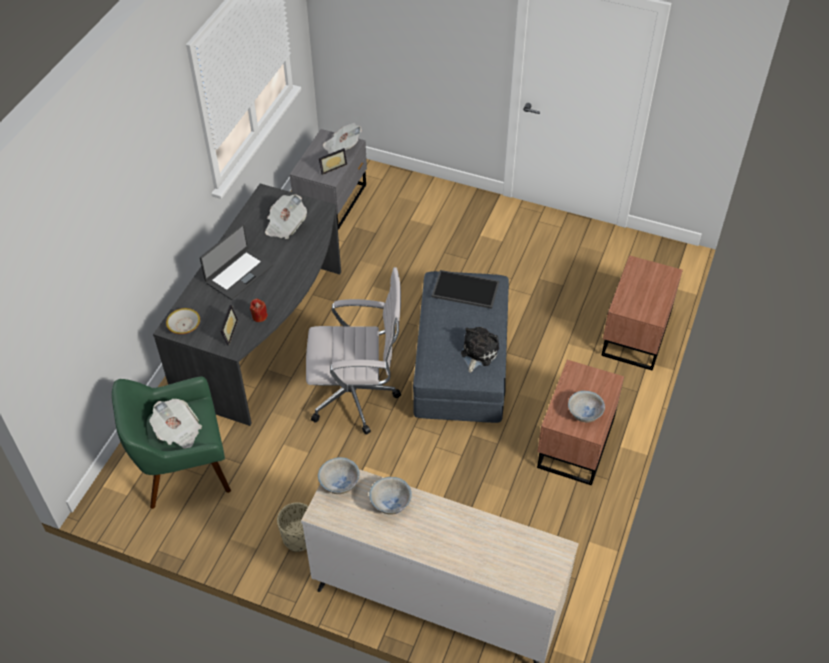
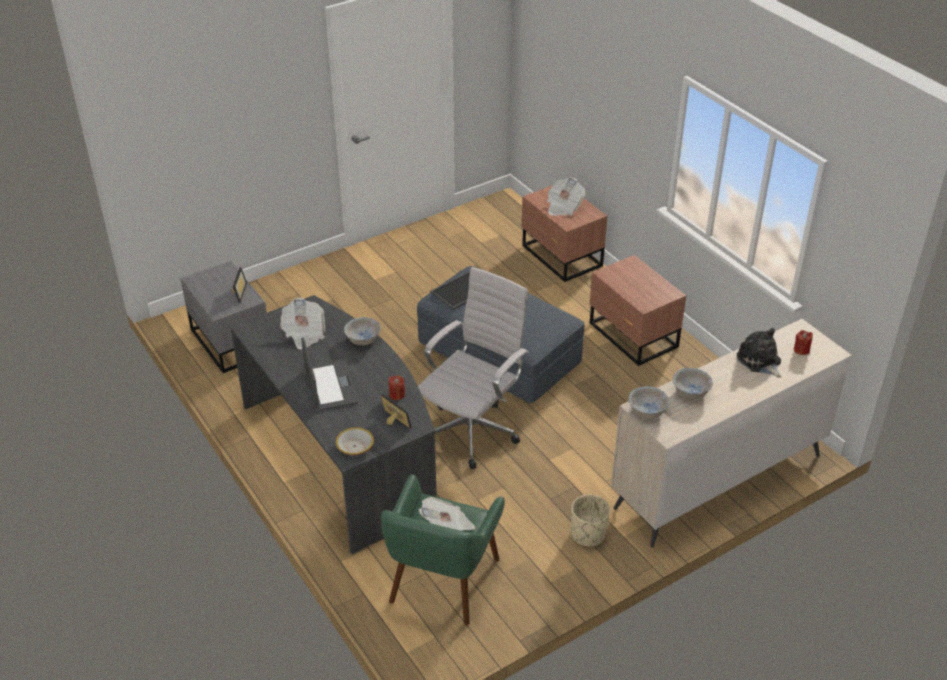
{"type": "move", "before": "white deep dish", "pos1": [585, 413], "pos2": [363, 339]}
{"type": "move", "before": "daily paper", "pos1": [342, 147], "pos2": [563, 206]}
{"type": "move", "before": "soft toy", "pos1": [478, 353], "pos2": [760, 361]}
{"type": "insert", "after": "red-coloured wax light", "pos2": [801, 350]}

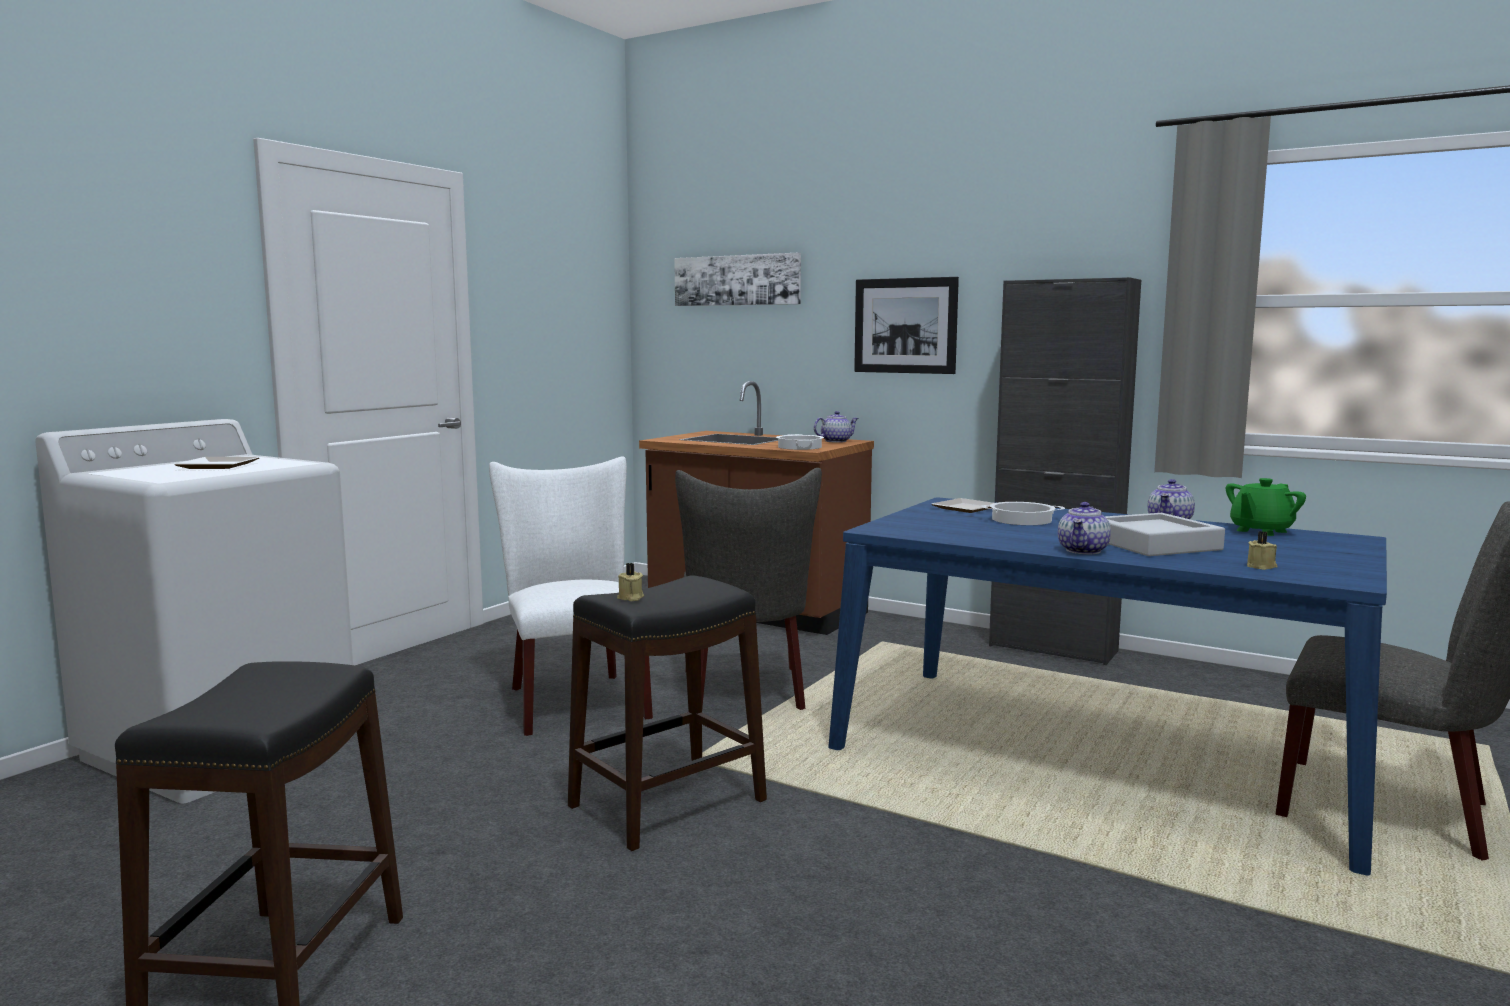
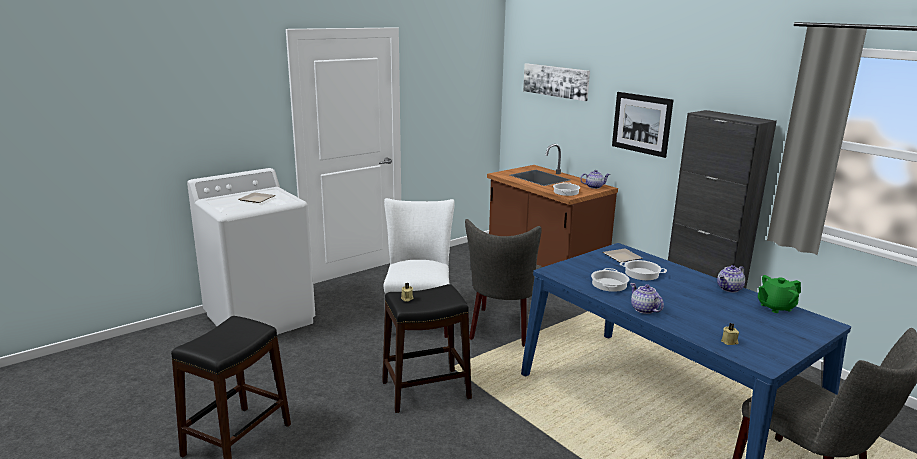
{"type": "insert", "after": "stockpot", "pos2": [609, 284]}
{"type": "rotate", "before": "pot for tea", "pos1": [1083, 551], "pos2": [643, 309], "turn": 105}
{"type": "delete", "before": "gray carrying tray", "pos1": [1154, 544]}

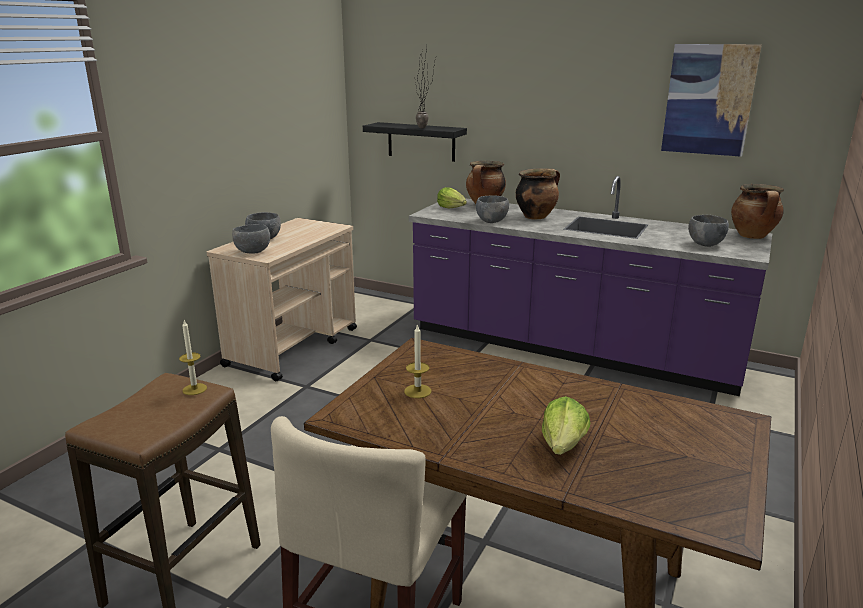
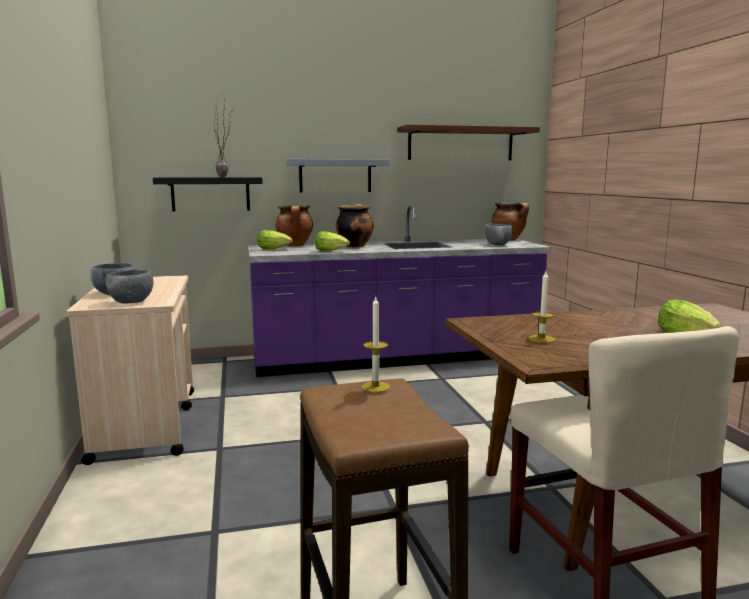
{"type": "insert", "after": "gray bracket shelf", "pos2": [335, 176]}
{"type": "replace", "before": "gray deep dish", "after": "lettuce head", "pos1": [492, 221], "pos2": [331, 251]}
{"type": "replace", "before": "wall picture", "after": "brown bracket shelf", "pos1": [709, 100], "pos2": [461, 144]}

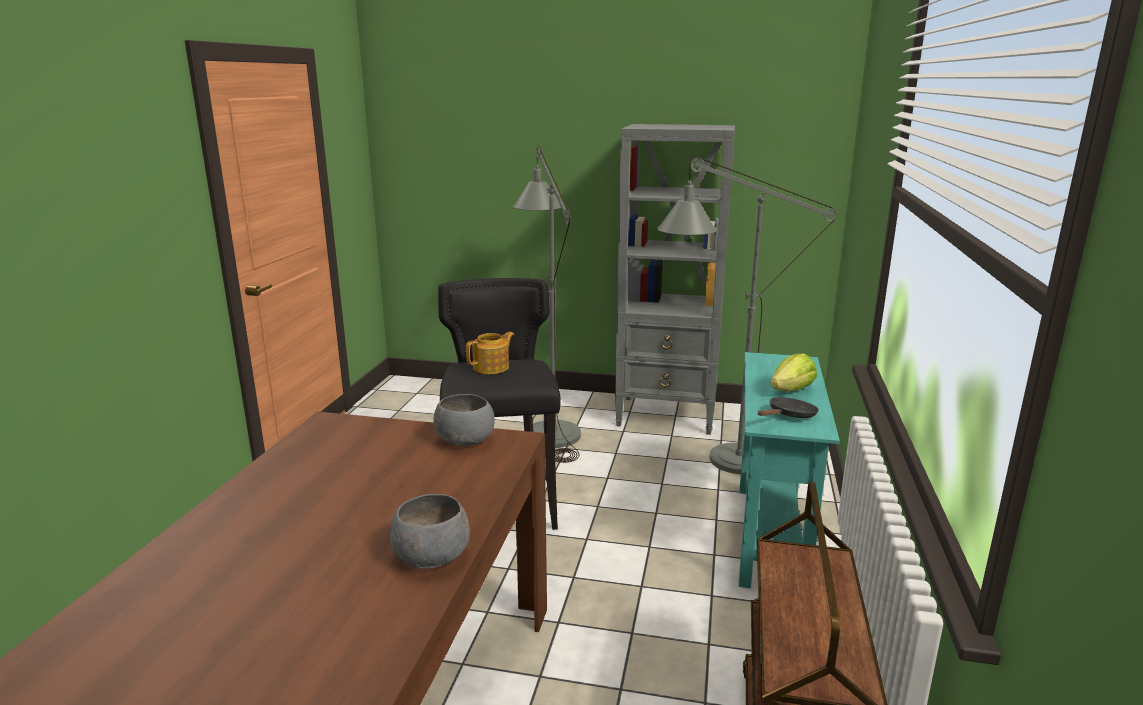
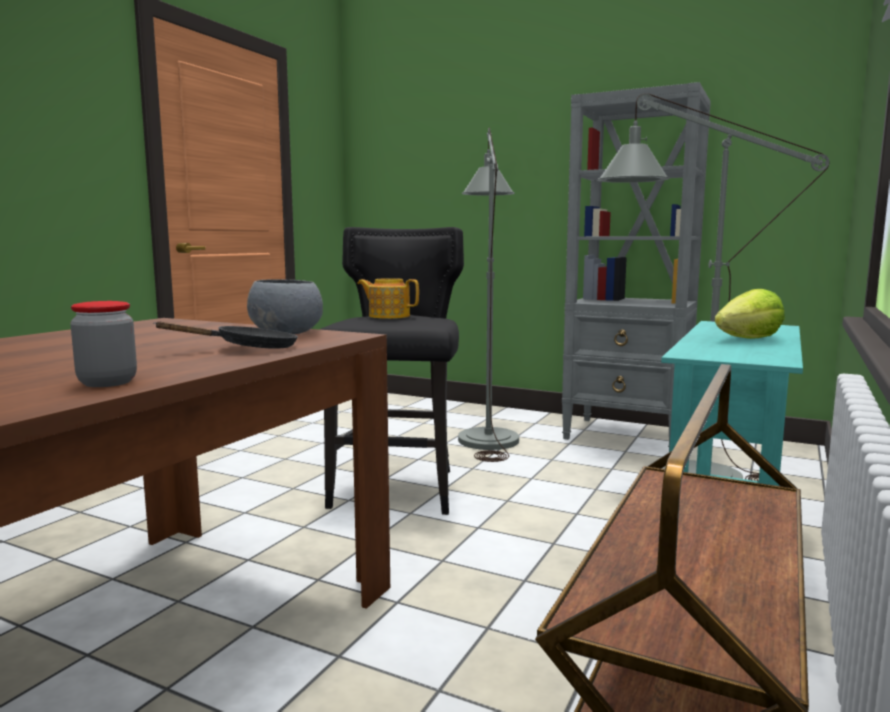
{"type": "replace", "before": "gray deep dish", "after": "storage jar", "pos1": [431, 556], "pos2": [107, 382]}
{"type": "move", "before": "black-coloured frying pan", "pos1": [789, 416], "pos2": [249, 348]}
{"type": "rotate", "before": "pot for tea", "pos1": [492, 367], "pos2": [388, 316], "turn": -135}

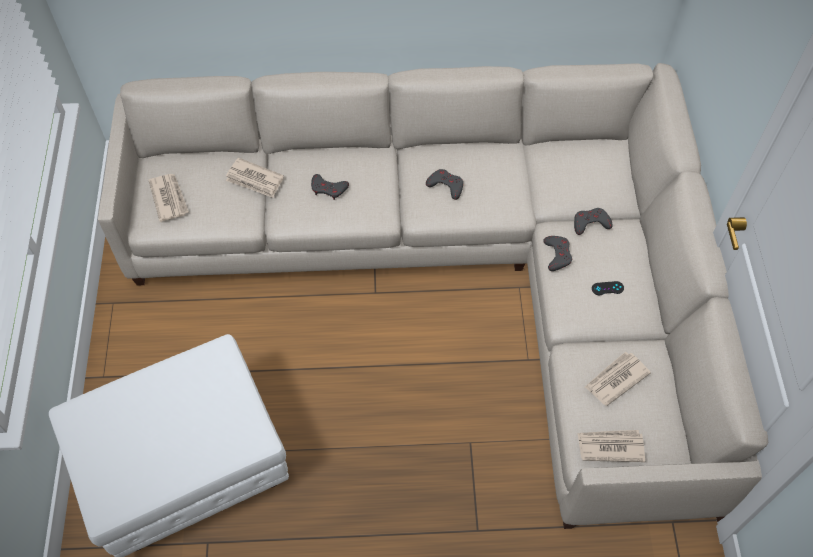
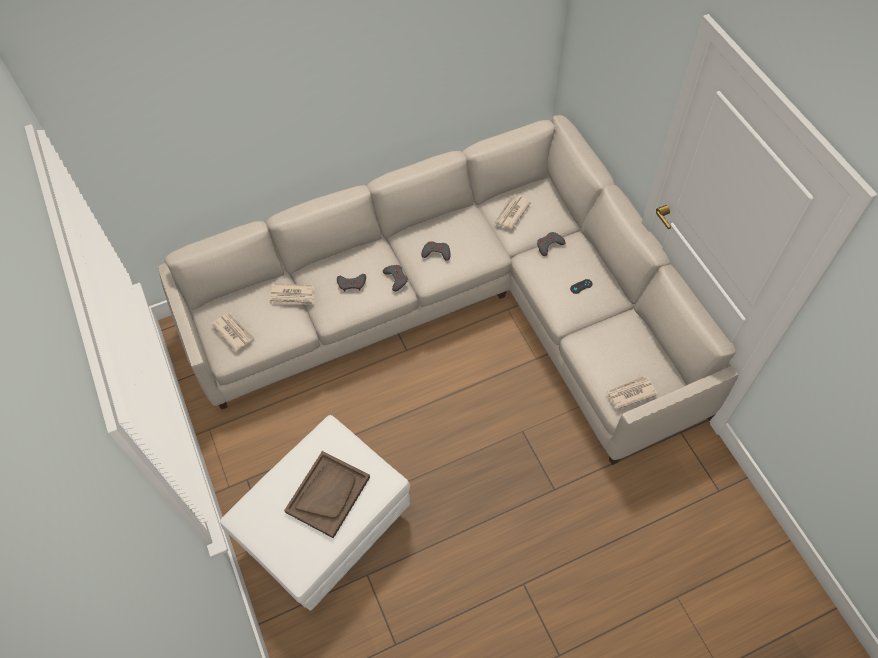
{"type": "insert", "after": "brown carrying tray", "pos2": [328, 494]}
{"type": "move", "before": "gray joypad", "pos1": [557, 255], "pos2": [396, 278]}
{"type": "move", "before": "daily paper", "pos1": [615, 379], "pos2": [511, 213]}

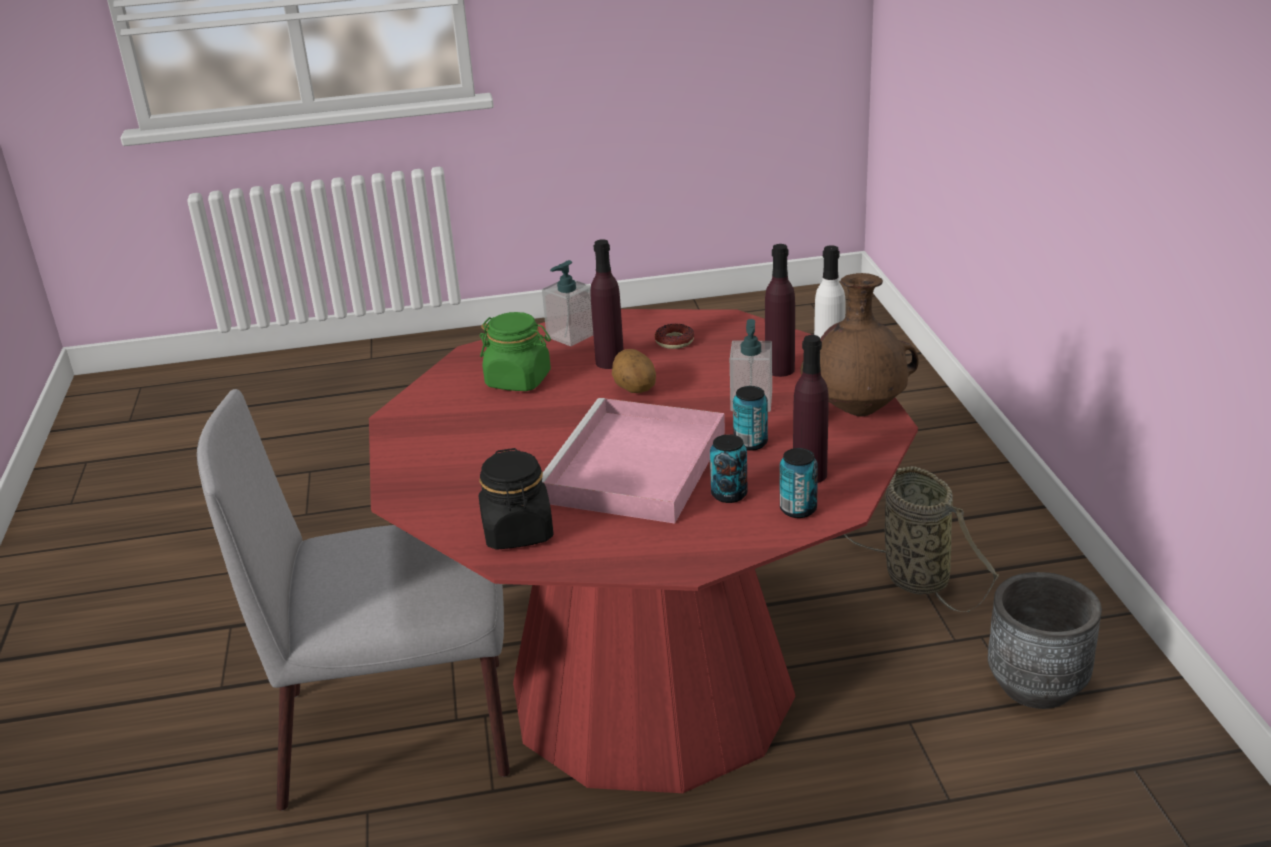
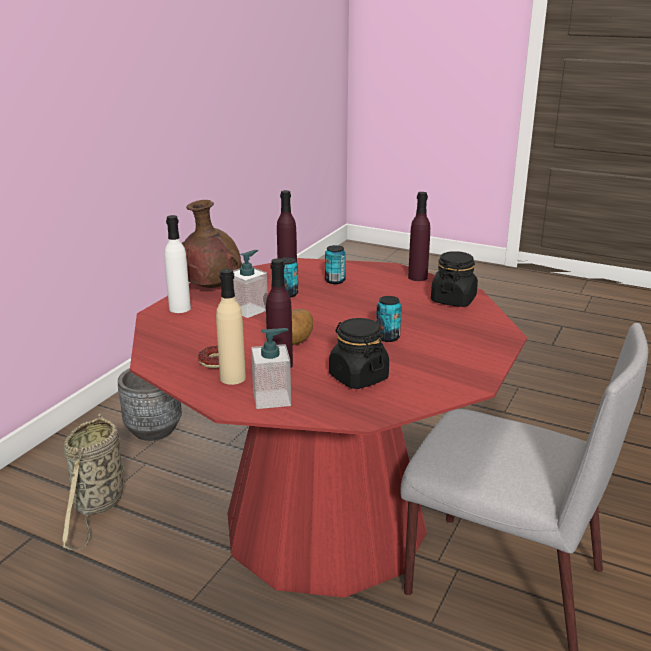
{"type": "insert", "after": "beige bottle", "pos2": [232, 378]}
{"type": "recolor", "before": "greenish storage jar", "after": "black-coloured storage jar", "pos1": [519, 380], "pos2": [358, 377]}
{"type": "move", "before": "metal can", "pos1": [798, 509], "pos2": [387, 337]}
{"type": "move", "before": "purple-coloured bottle", "pos1": [779, 369], "pos2": [417, 277]}
{"type": "delete", "before": "pink carrying tray", "pos1": [635, 469]}

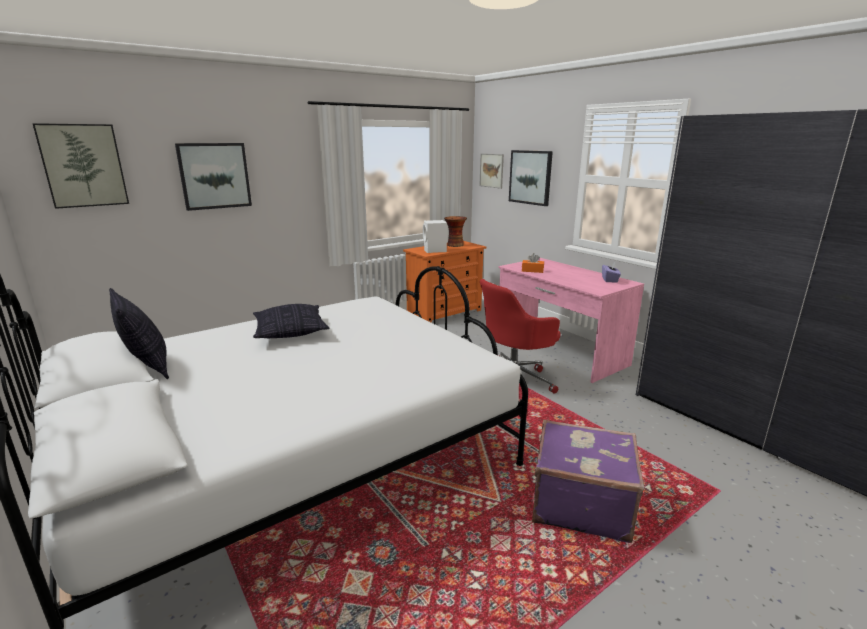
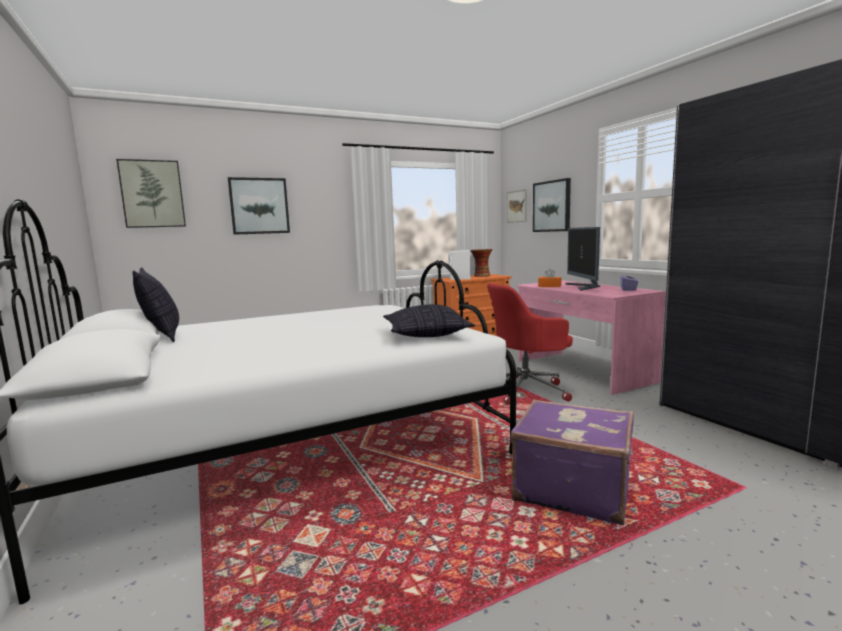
{"type": "move", "before": "pillow", "pos1": [290, 332], "pos2": [426, 335]}
{"type": "insert", "after": "computer display", "pos2": [584, 287]}

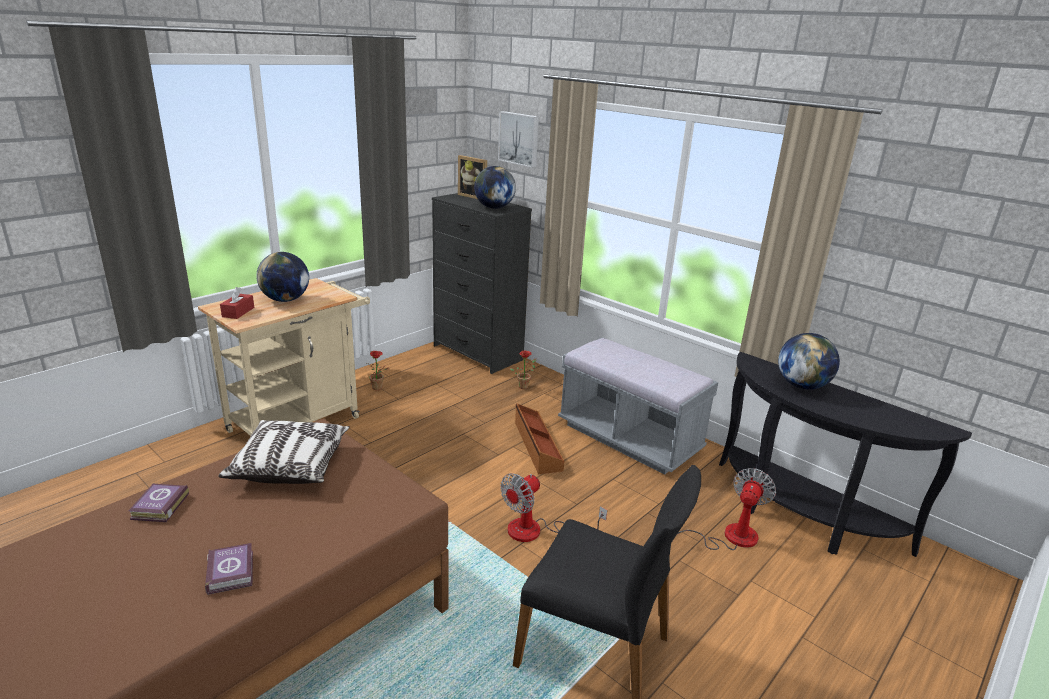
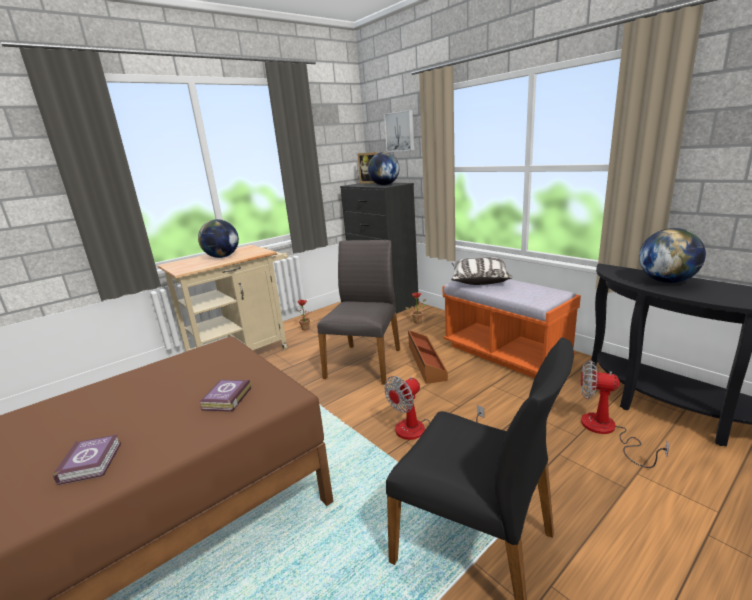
{"type": "move", "before": "volume", "pos1": [158, 507], "pos2": [225, 399]}
{"type": "insert", "after": "gray plain chair", "pos2": [365, 362]}
{"type": "recolor", "before": "gray long seat", "after": "orangey long seat", "pos1": [629, 438], "pos2": [505, 353]}
{"type": "move", "before": "pillow", "pos1": [290, 465], "pos2": [479, 280]}
{"type": "rotate", "before": "fan", "pos1": [728, 536], "pos2": [607, 431], "turn": -105}
{"type": "delete", "before": "red-coloured tissue holder", "pos1": [238, 312]}

